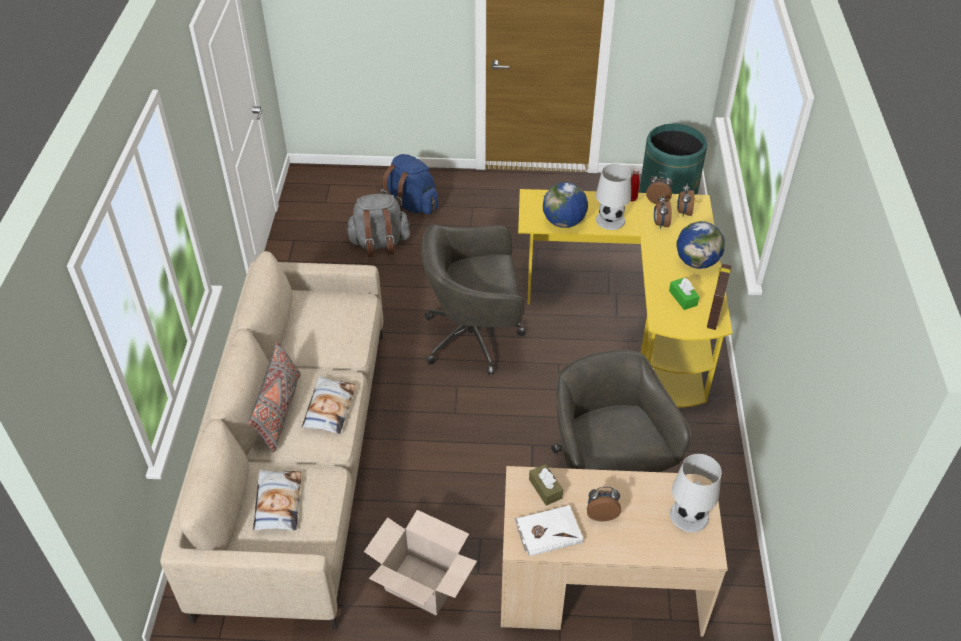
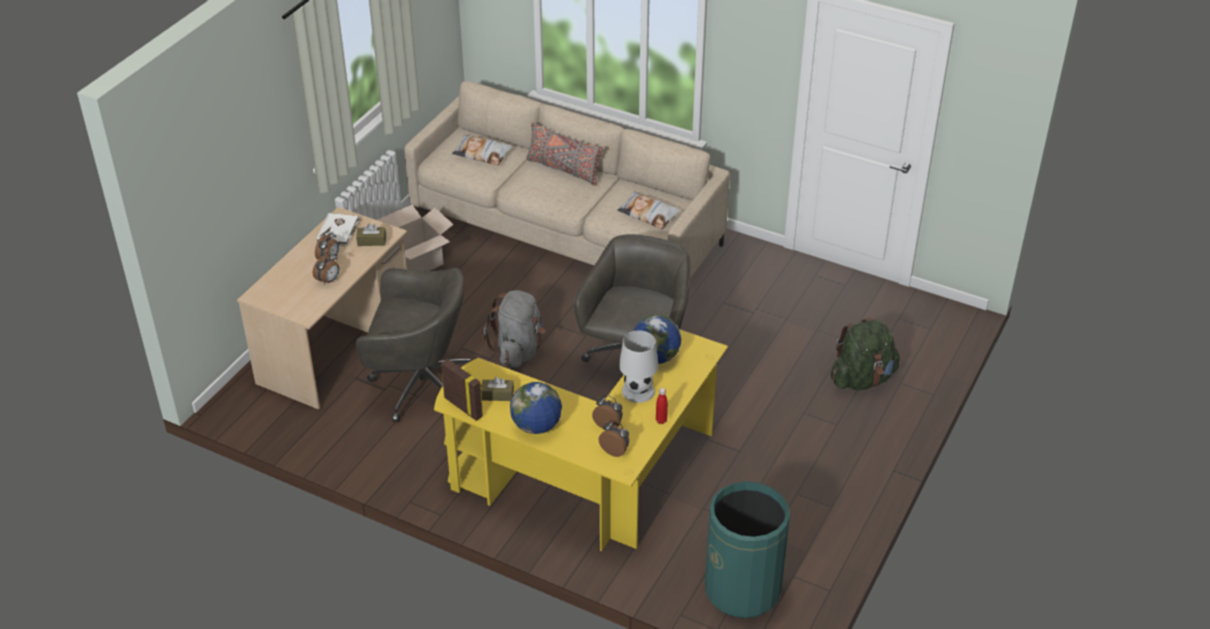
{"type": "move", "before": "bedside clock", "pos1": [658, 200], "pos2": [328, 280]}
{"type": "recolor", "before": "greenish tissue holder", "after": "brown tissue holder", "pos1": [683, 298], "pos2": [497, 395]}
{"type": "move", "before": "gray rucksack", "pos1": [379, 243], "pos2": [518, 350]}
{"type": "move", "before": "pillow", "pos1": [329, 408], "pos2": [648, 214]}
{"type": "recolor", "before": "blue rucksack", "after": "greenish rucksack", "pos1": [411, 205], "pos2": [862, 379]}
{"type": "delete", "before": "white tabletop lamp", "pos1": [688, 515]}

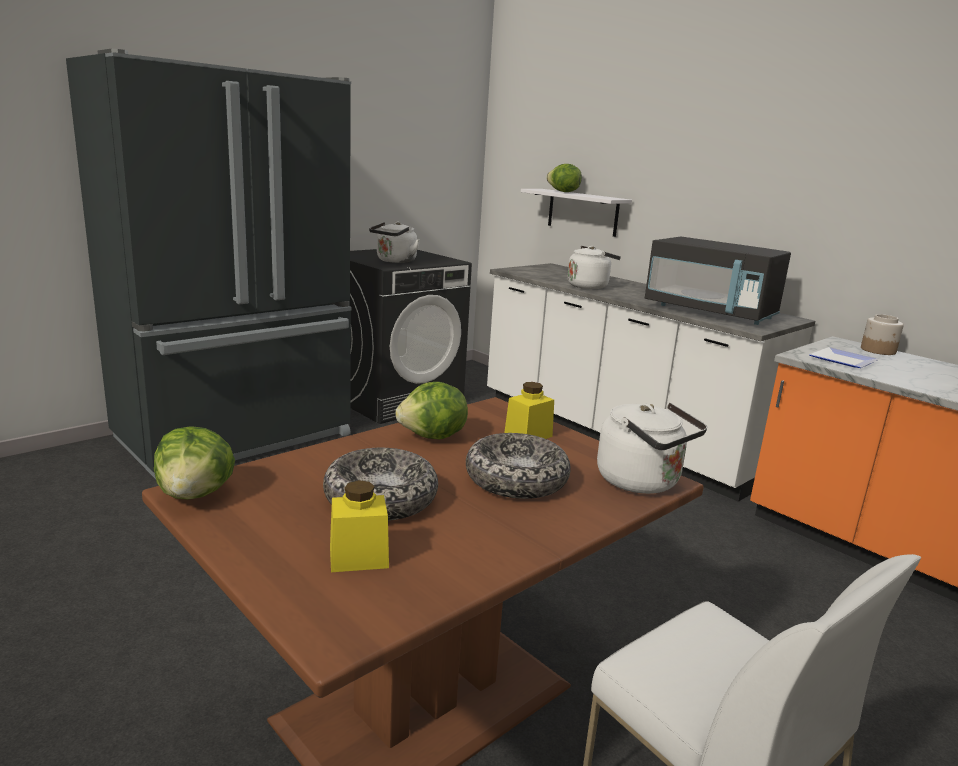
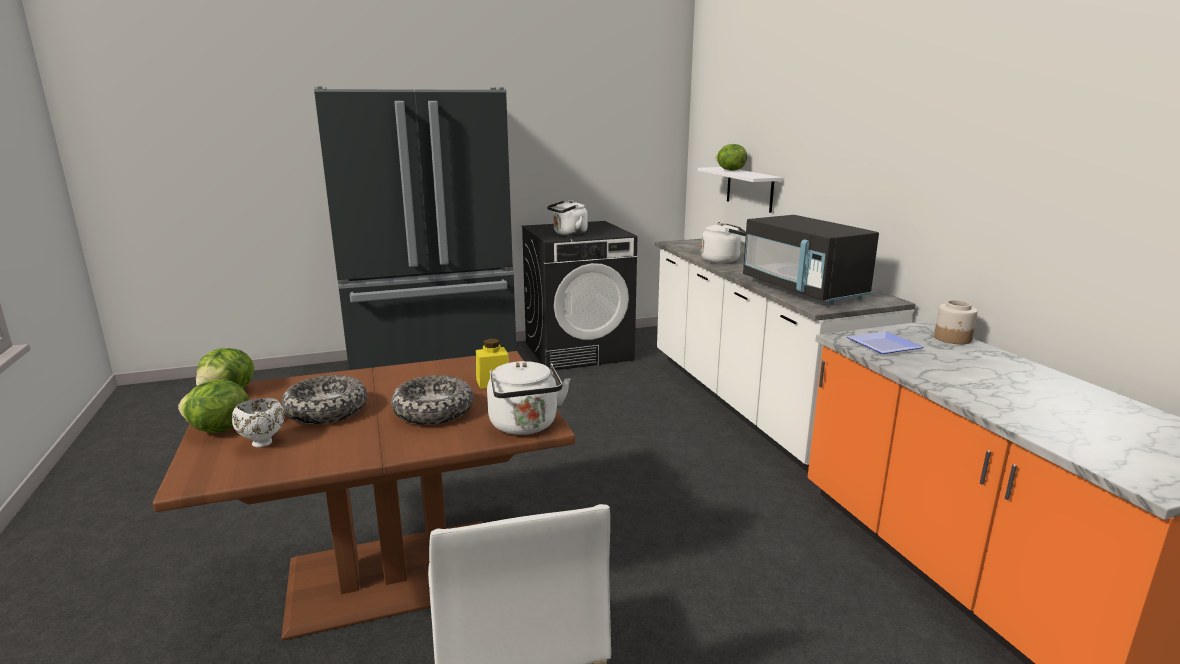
{"type": "move", "before": "lettuce head", "pos1": [433, 437], "pos2": [218, 430]}
{"type": "replace", "before": "yellow storage jar", "after": "white deep dish", "pos1": [358, 557], "pos2": [263, 442]}

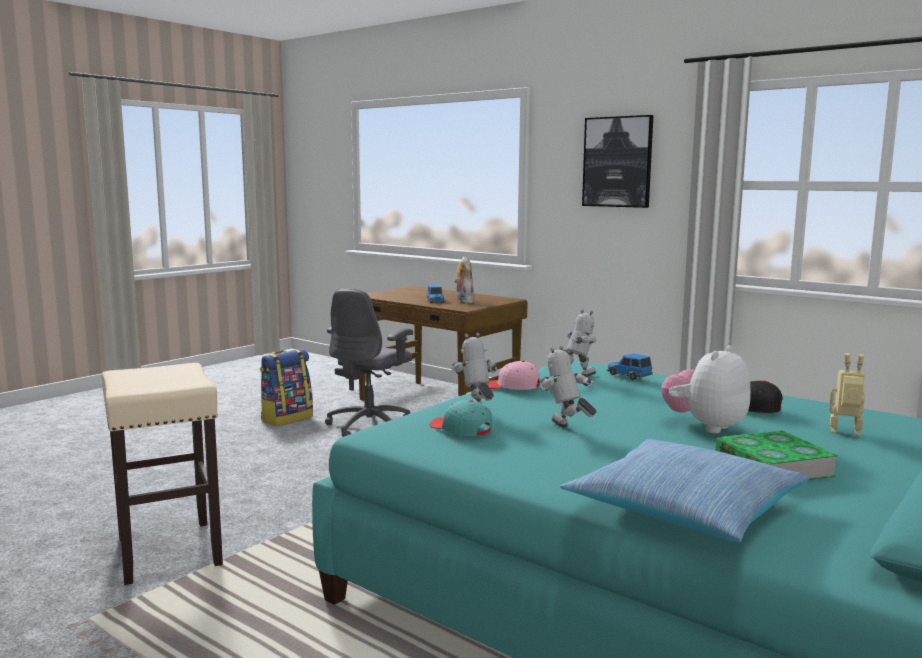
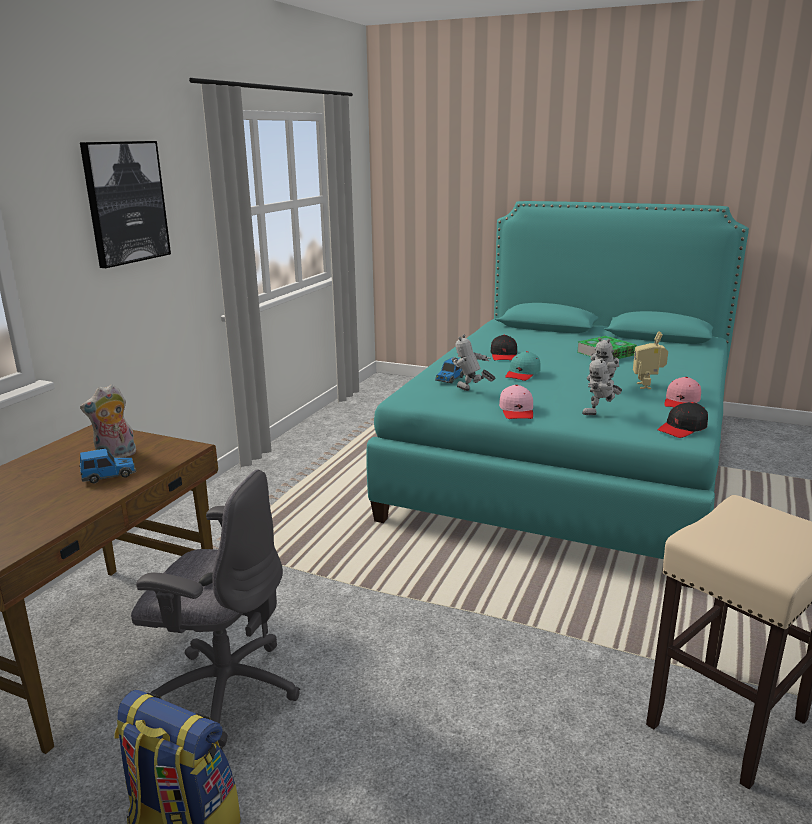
{"type": "move", "before": "turquoise-coloured cap", "pos1": [460, 429], "pos2": [522, 374]}
{"type": "move", "before": "robot figure", "pos1": [845, 433], "pos2": [647, 386]}
{"type": "insert", "after": "black-coloured cap", "pos2": [682, 428]}
{"type": "insert", "after": "pink cap", "pos2": [681, 402]}
{"type": "delete", "before": "pillow", "pos1": [685, 507]}
{"type": "delete", "before": "soft toy", "pos1": [705, 426]}

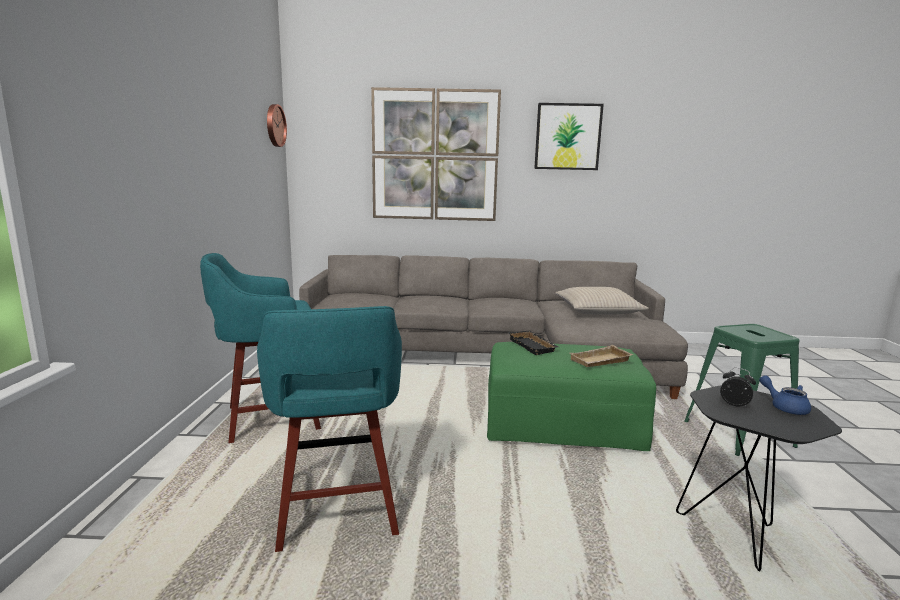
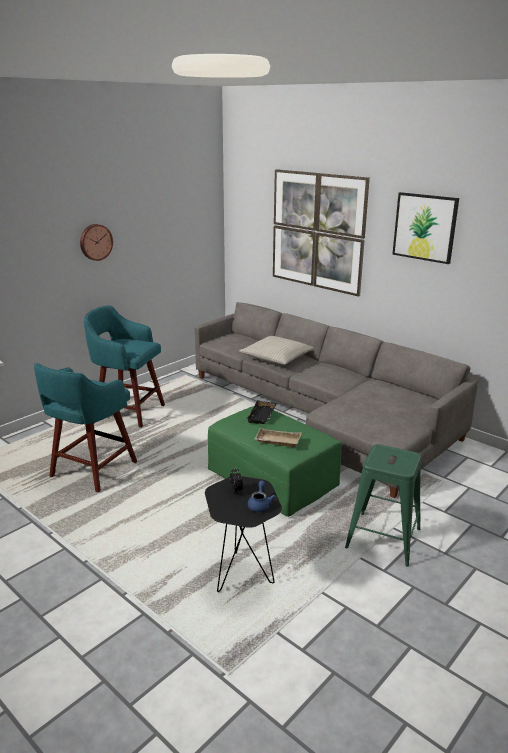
{"type": "move", "before": "clock on the wall", "pos1": [274, 125], "pos2": [95, 242]}
{"type": "move", "before": "beige pillow", "pos1": [597, 311], "pos2": [276, 357]}

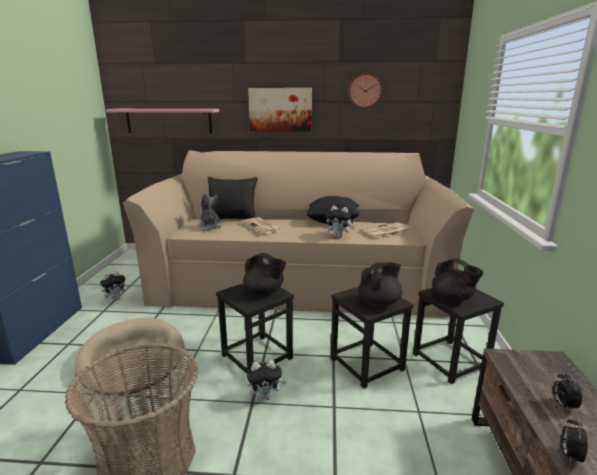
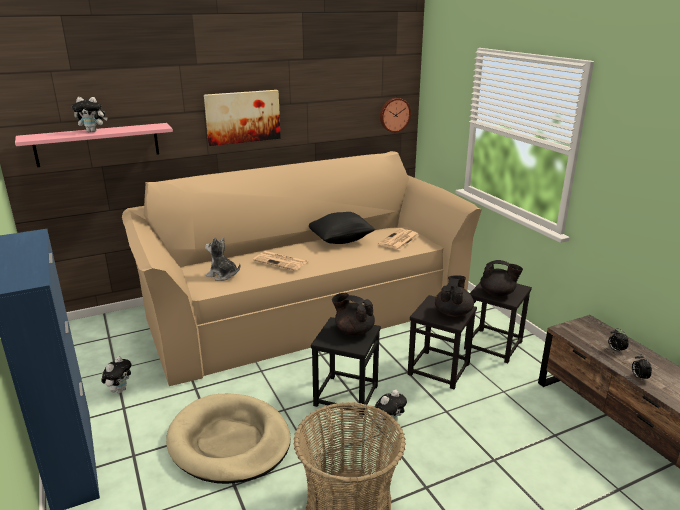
{"type": "move", "before": "soft toy", "pos1": [339, 236], "pos2": [93, 131]}
{"type": "rotate", "before": "black-coloured pot for tea", "pos1": [264, 292], "pos2": [353, 331], "turn": -150}
{"type": "move", "before": "clock on the wall", "pos1": [365, 91], "pos2": [394, 115]}
{"type": "delete", "before": "black-coloured pillow", "pos1": [233, 218]}

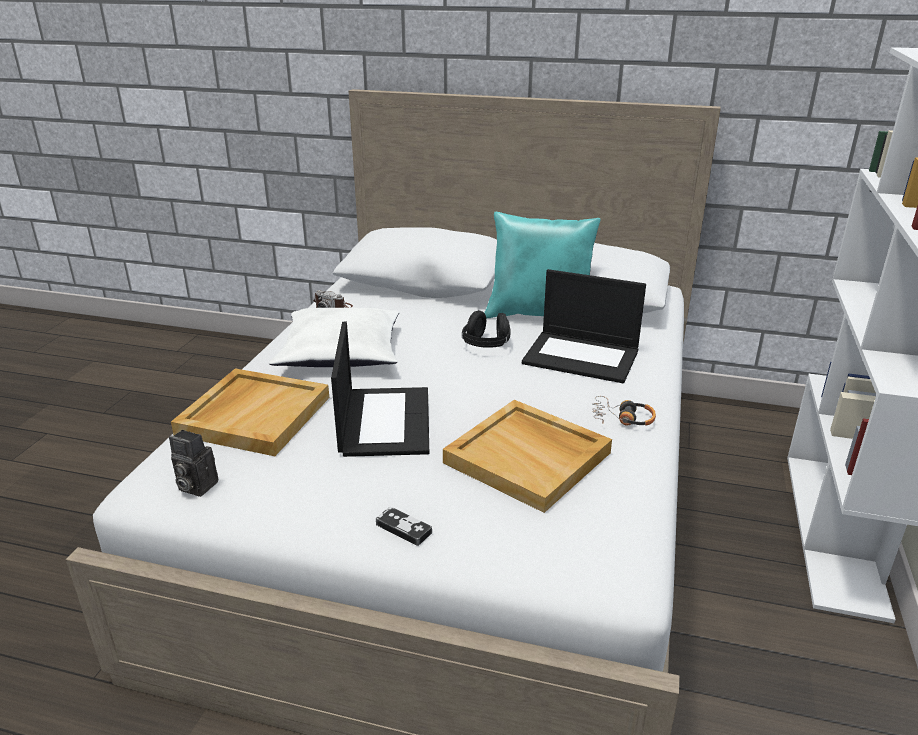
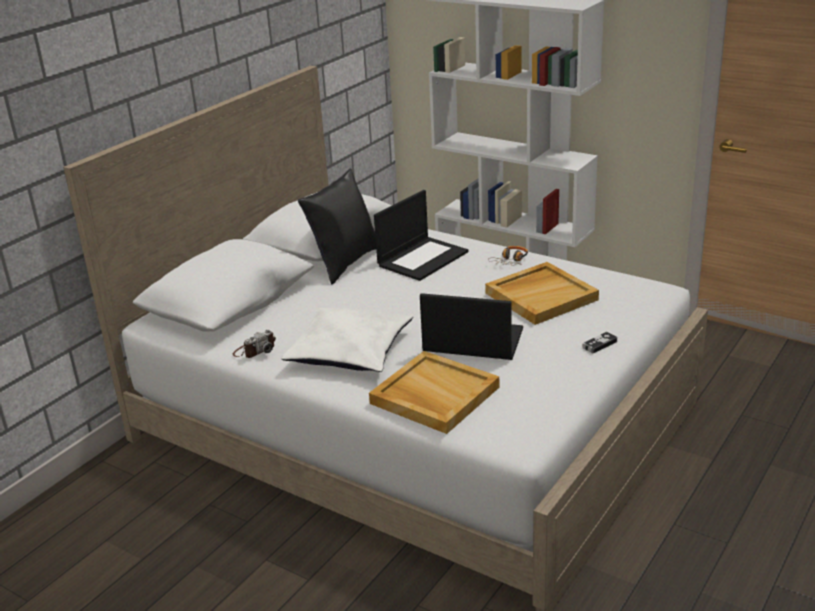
{"type": "recolor", "before": "turquoise-coloured pillow", "after": "black-coloured pillow", "pos1": [540, 316], "pos2": [345, 262]}
{"type": "delete", "before": "still camera", "pos1": [195, 486]}
{"type": "delete", "before": "black-coloured headset", "pos1": [486, 345]}

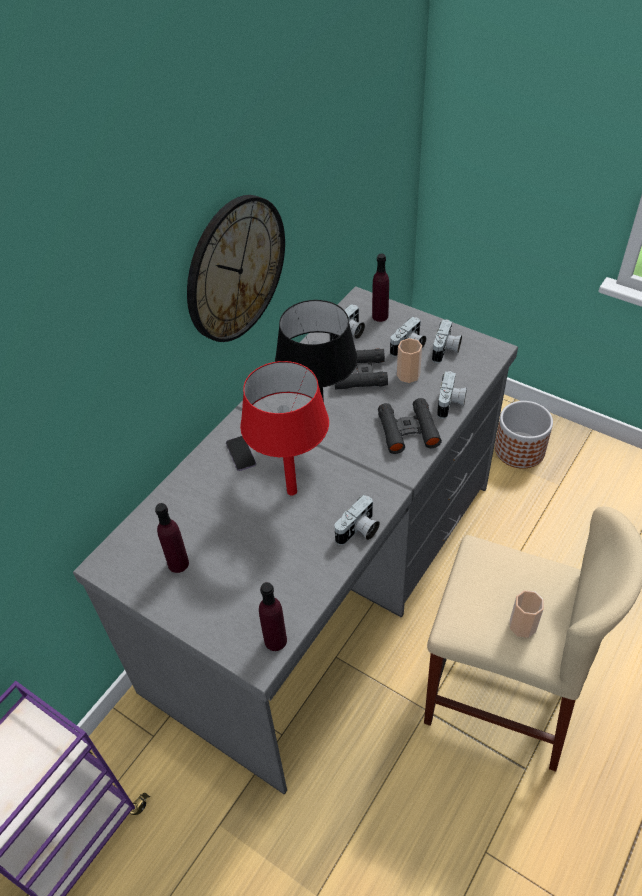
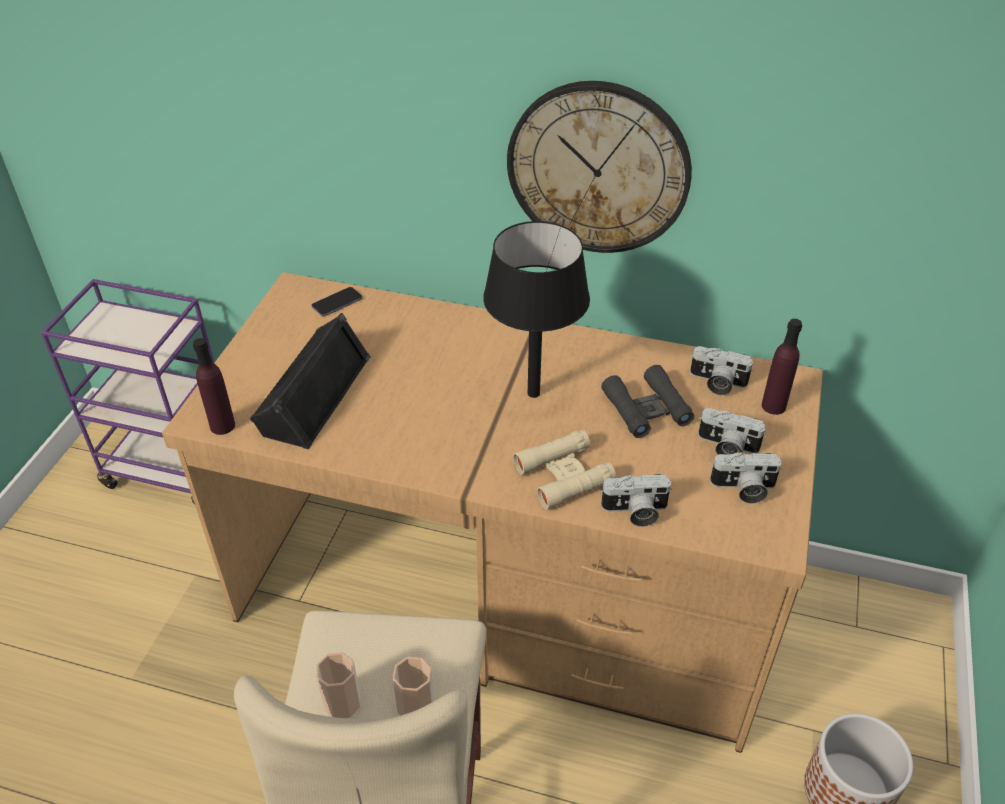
{"type": "recolor", "before": "gray desk", "after": "brown desk", "pos1": [329, 584], "pos2": [503, 595]}
{"type": "insert", "after": "black-coloured audio speaker", "pos2": [312, 393]}
{"type": "move", "before": "phone", "pos1": [241, 454], "pos2": [337, 303]}
{"type": "move", "before": "drinking cup", "pos1": [408, 375], "pos2": [416, 706]}
{"type": "recolor", "before": "black-coloured pair of binoculars", "after": "beige pair of binoculars", "pos1": [408, 430], "pos2": [563, 475]}
{"type": "delete", "before": "purple-coloured bottle", "pos1": [178, 563]}
{"type": "delete", "before": "red-coloured tabletop lamp", "pos1": [291, 491]}
{"type": "delete", "before": "still camera", "pos1": [359, 531]}

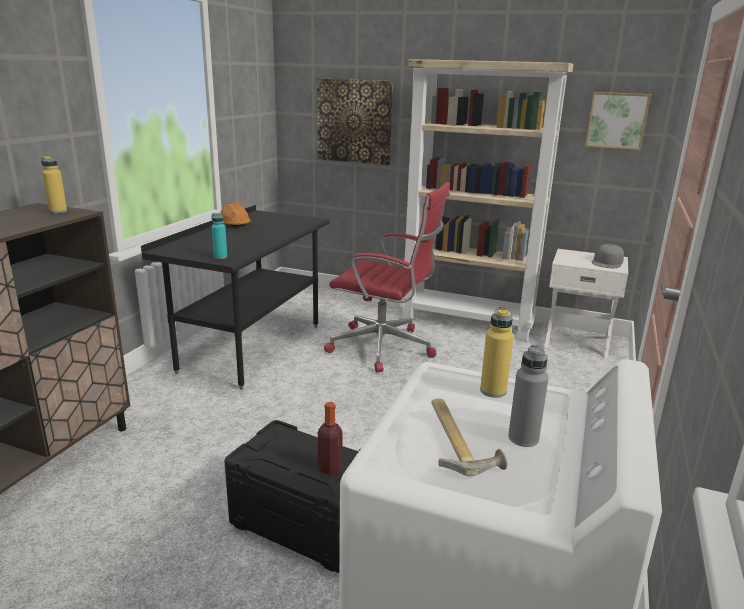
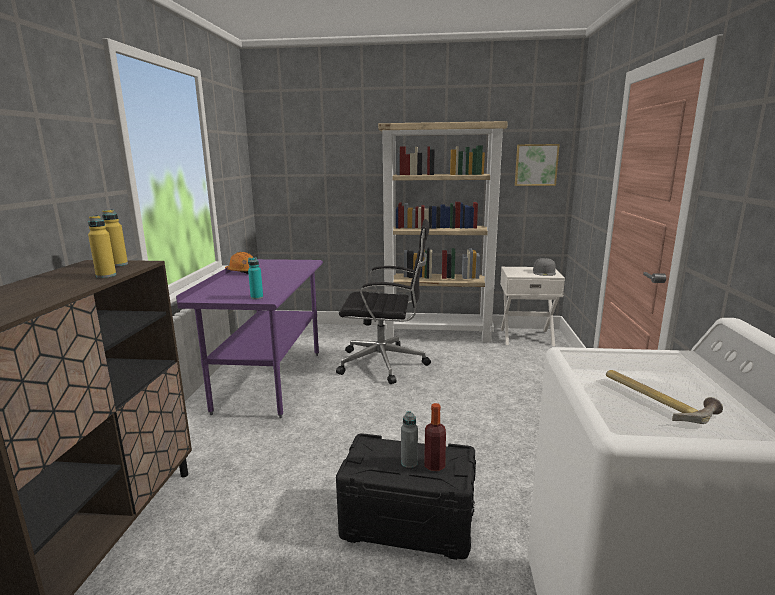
{"type": "move", "before": "yellow bottle", "pos1": [493, 391], "pos2": [106, 275]}
{"type": "recolor", "before": "black-coloured desk", "after": "purple-coloured desk", "pos1": [251, 348], "pos2": [270, 381]}
{"type": "recolor", "before": "red-coloured office chair", "after": "black-coloured office chair", "pos1": [384, 348], "pos2": [385, 363]}
{"type": "move", "before": "gray bottle", "pos1": [523, 438], "pos2": [409, 462]}
{"type": "delete", "before": "wall picture", "pos1": [354, 121]}

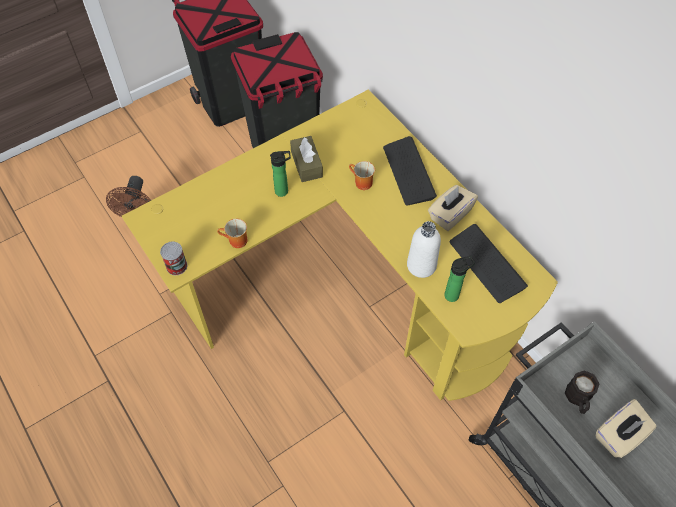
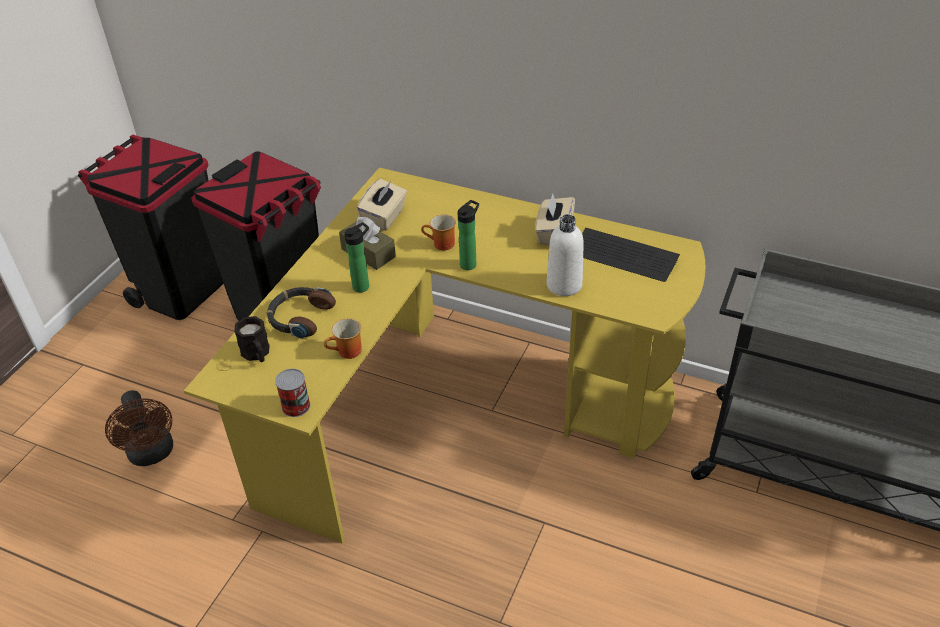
{"type": "move", "before": "black-coloured tea mug", "pos1": [578, 399], "pos2": [257, 354]}
{"type": "insert", "after": "headset", "pos2": [300, 317]}
{"type": "move", "before": "beige tissue holder", "pos1": [619, 435], "pos2": [384, 217]}
{"type": "move", "before": "bottle", "pos1": [453, 295], "pos2": [469, 263]}
{"type": "delete", "before": "PC keyboard", "pos1": [408, 172]}

